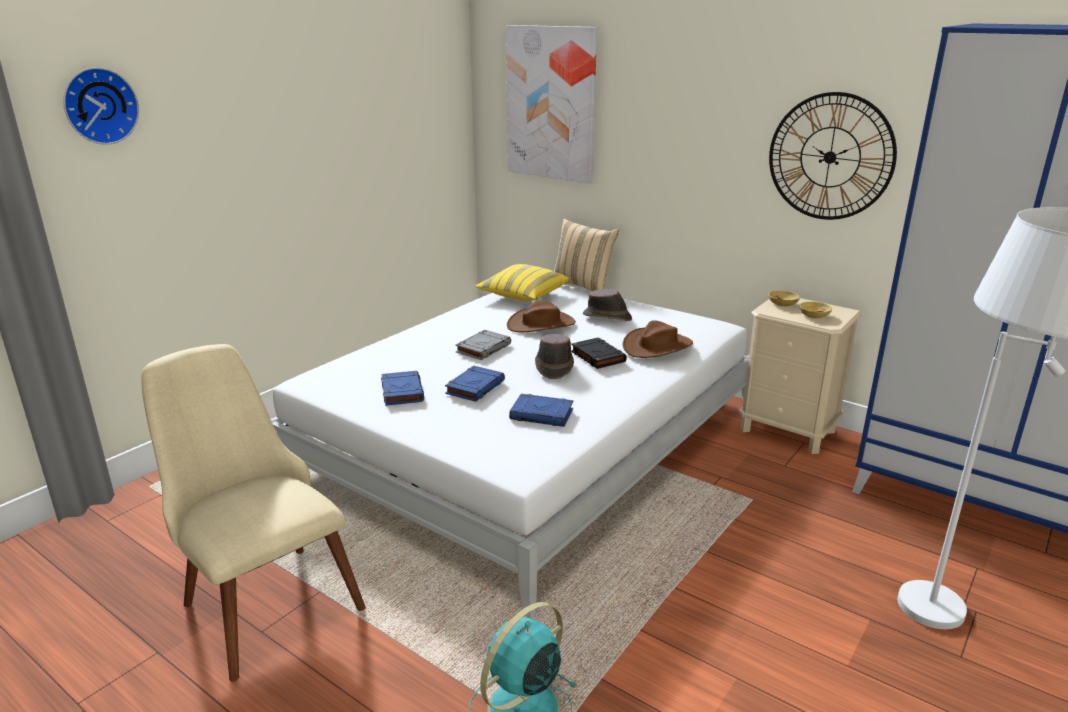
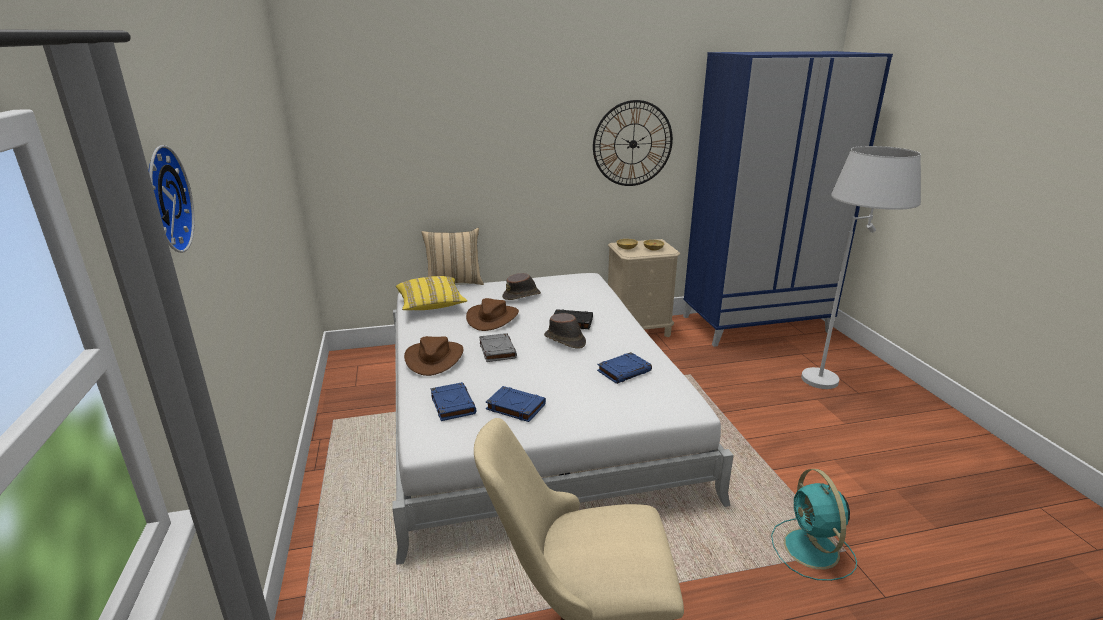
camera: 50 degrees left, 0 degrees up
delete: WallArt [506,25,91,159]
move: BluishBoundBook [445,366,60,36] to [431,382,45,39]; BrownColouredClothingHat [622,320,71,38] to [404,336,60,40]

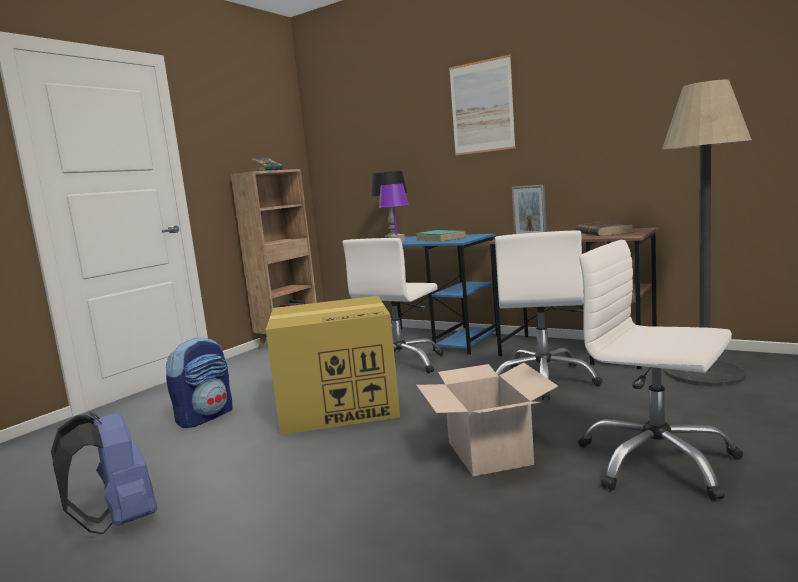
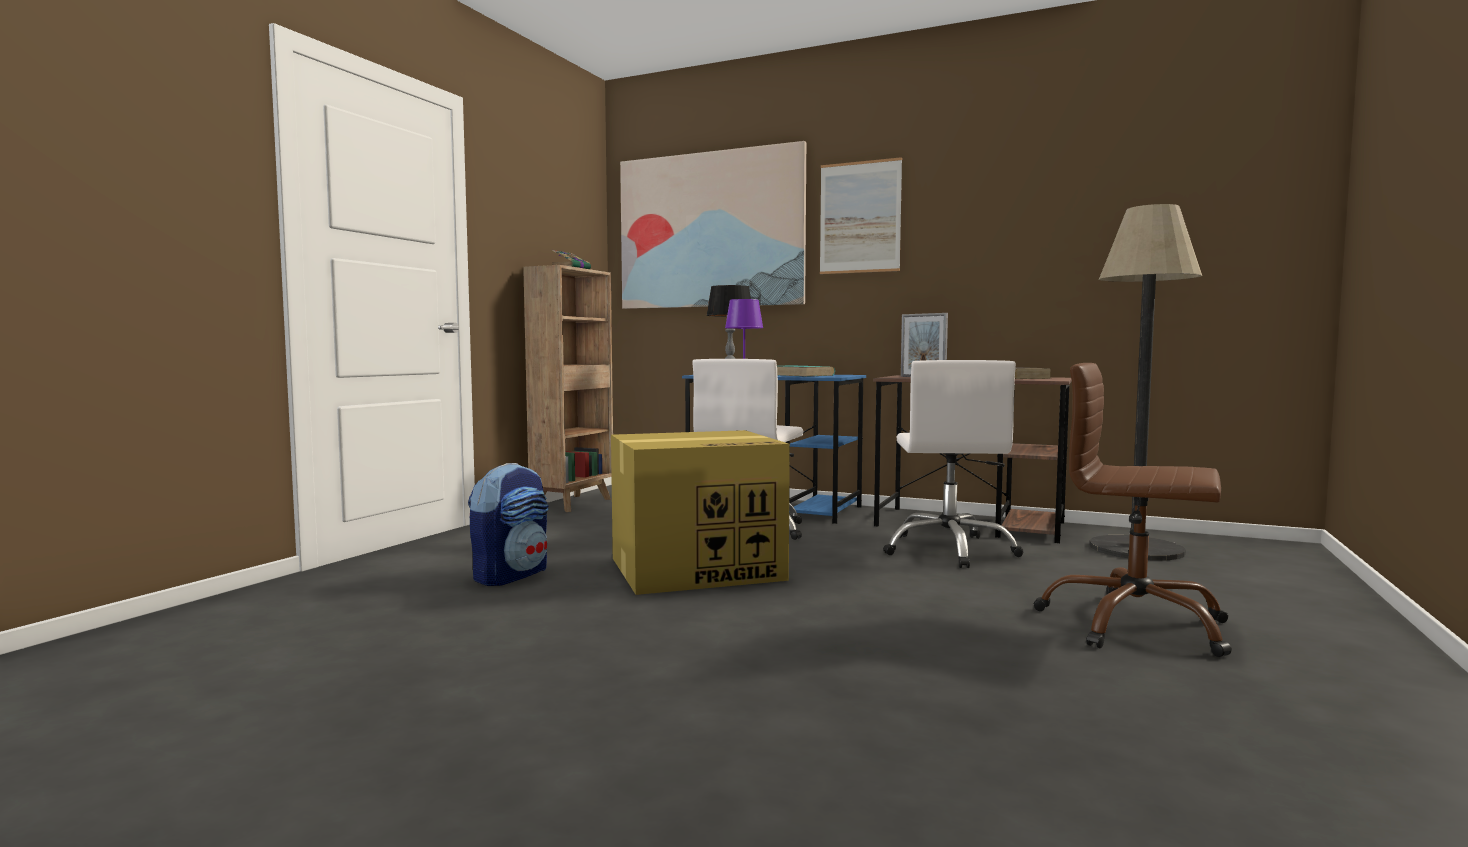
camera: 10 degrees left, 5 degrees down
delete: BluishBackpack [51,412,106,122]; Carton [416,363,142,113]
insert: WallArt [620,141,186,168]
recolor: WhiteColouredOfficeChair [578,240,165,261] to BrownColouredOfficeChair [1034,363,198,294]

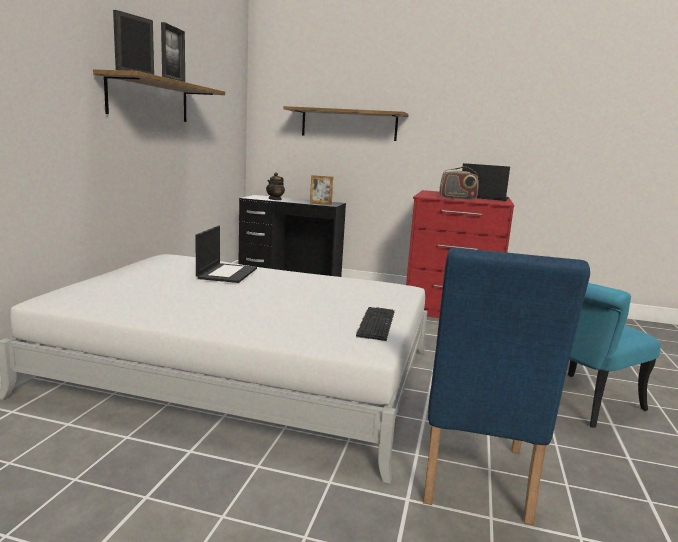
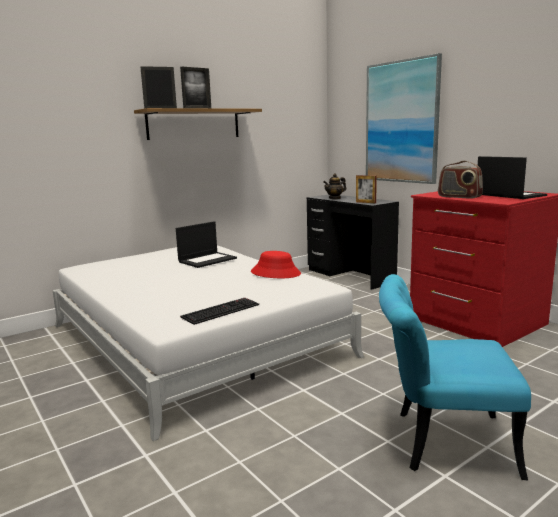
camera: 40 degrees right, 0 degrees up
delete: BluishUprightChair [423,247,167,278]
insert: RedClothingHat [251,251,50,27]
replace: BracketShelf [283,106,126,35] to WallArt [366,53,76,131]

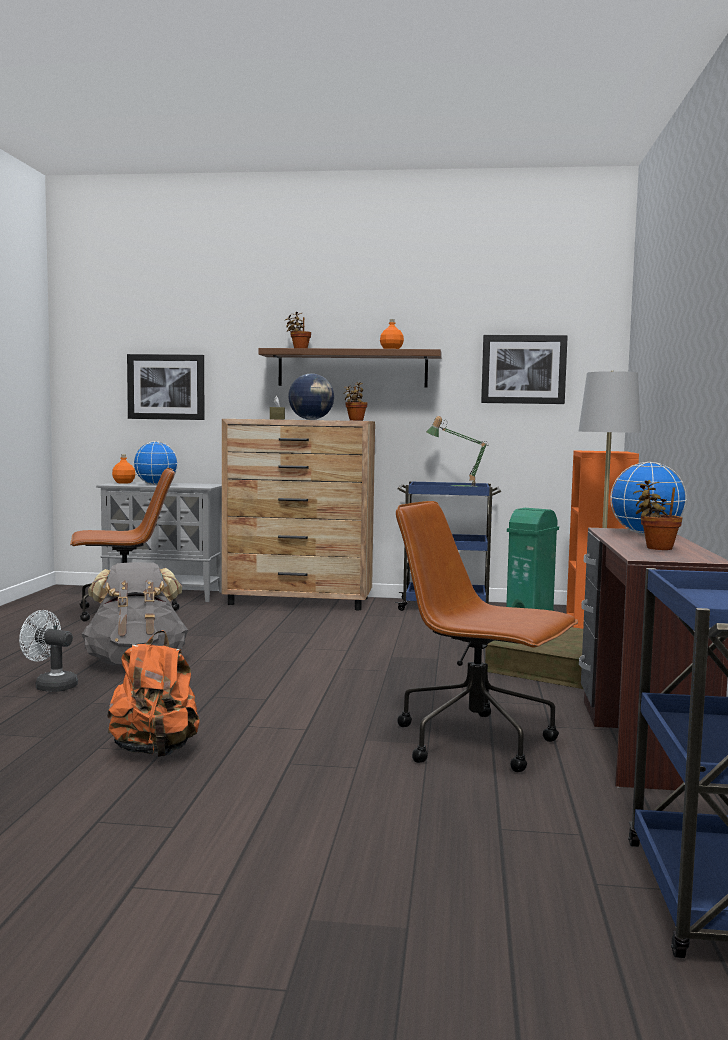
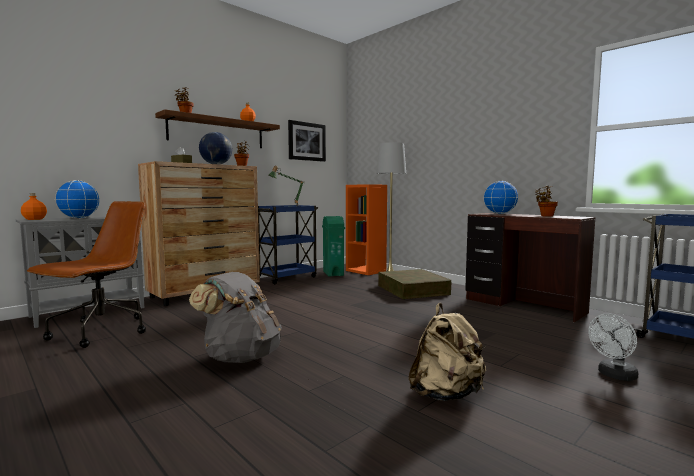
camera: 50 degrees left, 0 degrees up
delete: WallArt [127,354,77,66]; BrownColouredOfficeChair [396,501,182,271]
move: WhiteColouredElectricFan [19,610,59,82] to [588,313,50,68]
recolor: OrangeBackpack [107,630,93,127] to SandColouredBackpack [408,303,78,98]

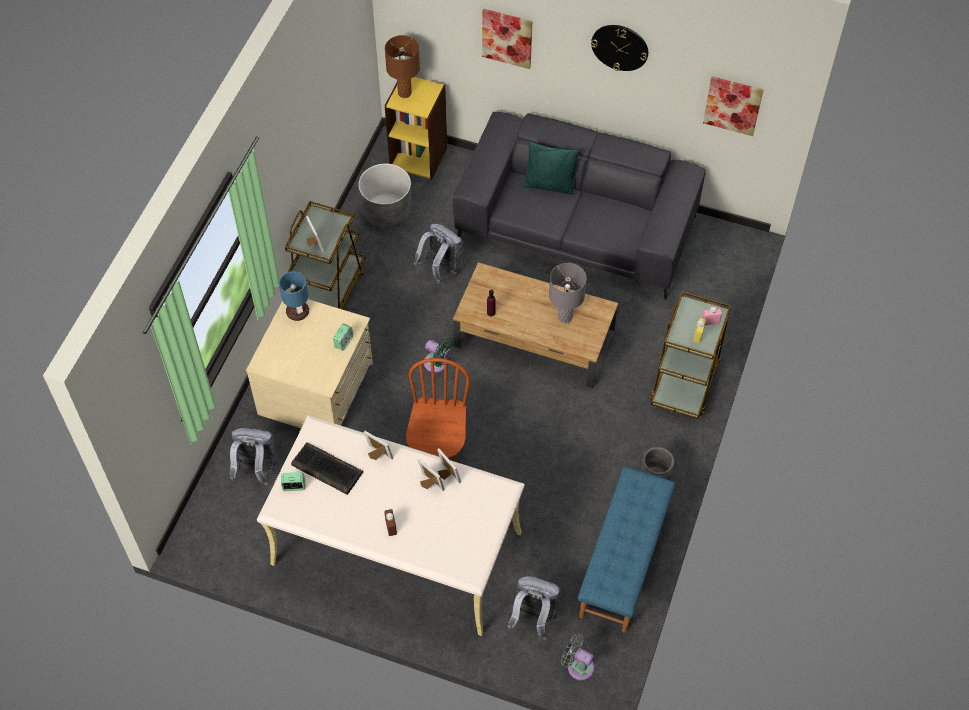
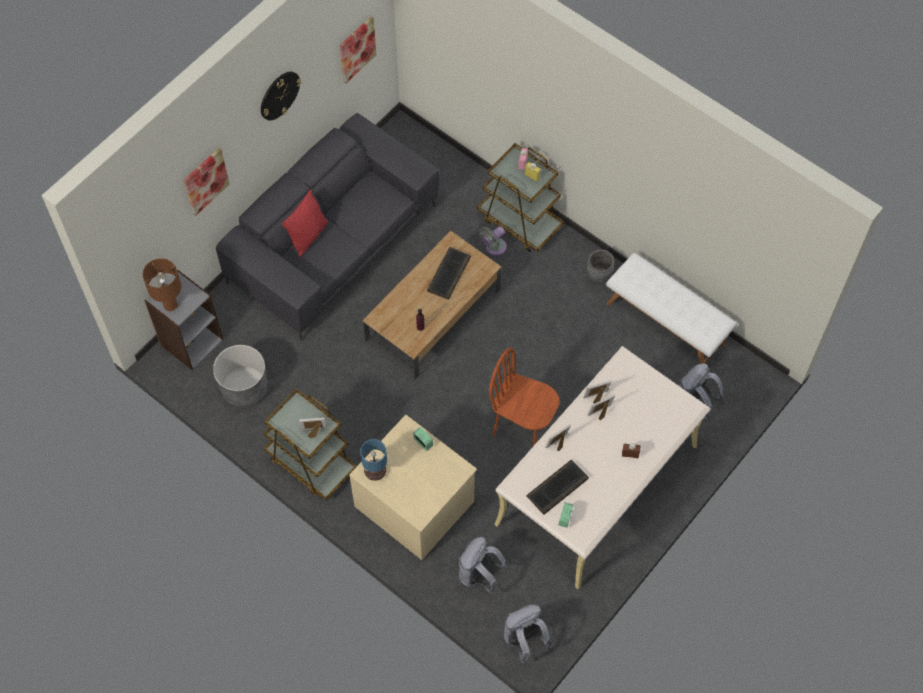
camera: 70 degrees left, 5 degrees up
delete: GreenColouredElectricFan [424,337,30,36]
move: GreyishBackpack [414,224,49,59] to [504,604,49,59]; GreyishElectricFan [561,634,33,47] to [479,226,27,30]
replace: GreyishTabletopLamp [549,263,38,60] to ComputerKeyboard [427,247,44,53]
recolor: YellowishBookcase [385,77,62,103] to GreyishBookcase [145,270,78,100]; GreenColouredPillow [523,141,57,54] to RedPillow [282,189,46,68]; BluishLongSeat [578,467,98,166] to WhiteColouredLongSeat [606,253,131,111]

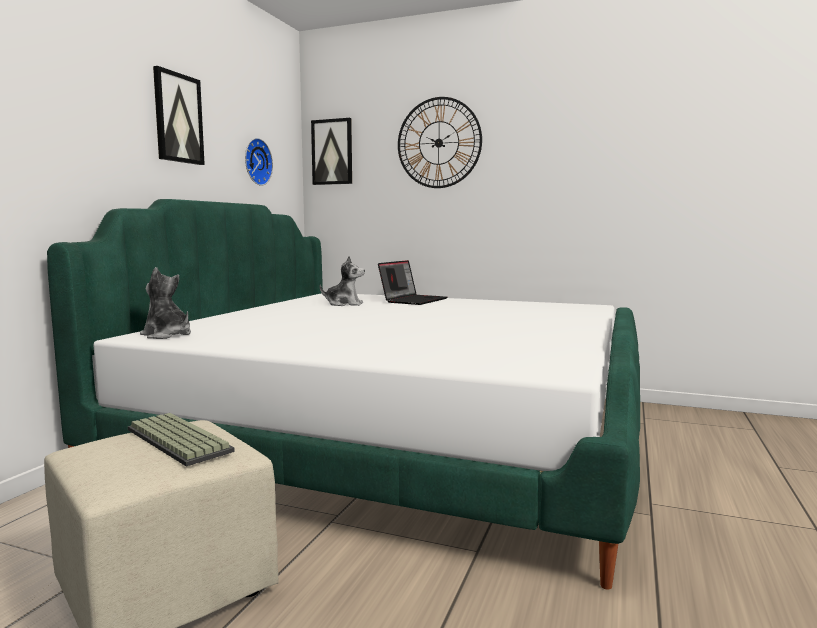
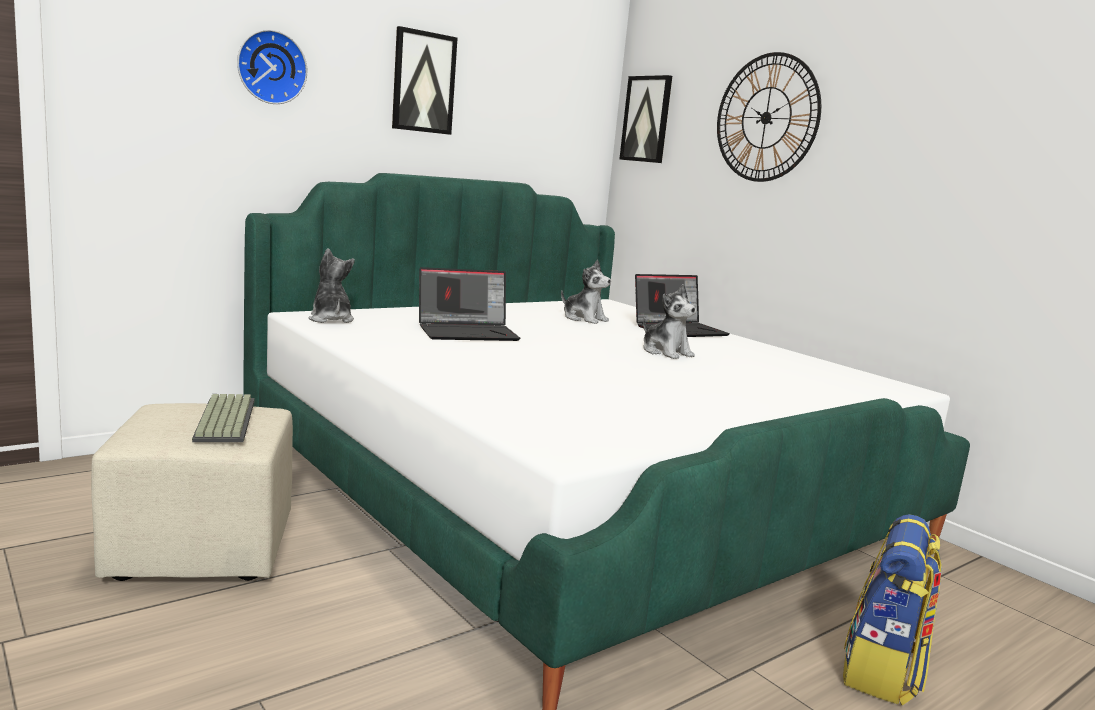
camera: 30 degrees right, 5 degrees up
insert: PortableComputer [419,267,101,74]; PlushToy [643,284,53,75]; Backpack [843,514,99,191]
move: ClockOnTheWall [245,138,28,48] to [237,30,70,74]

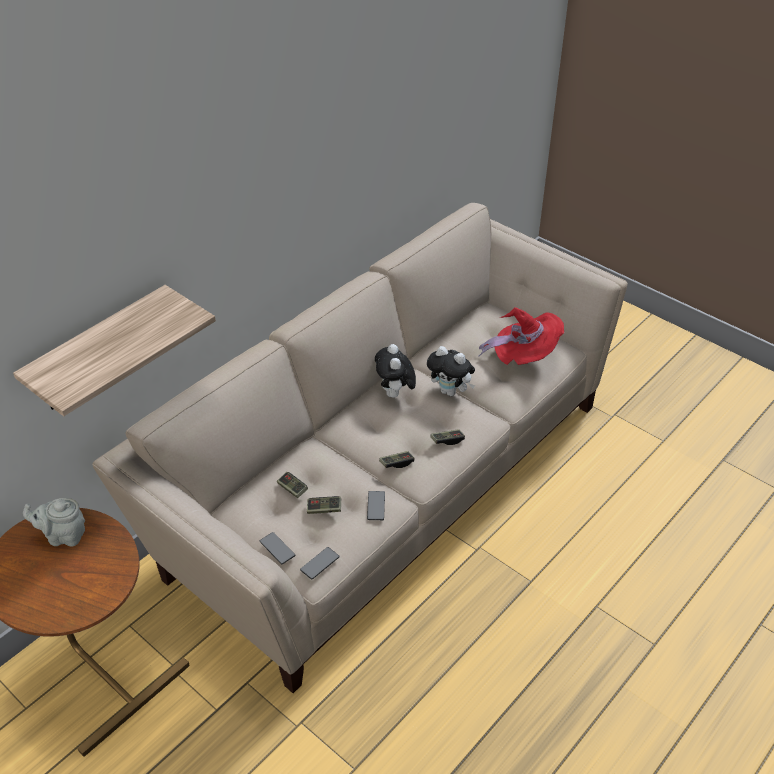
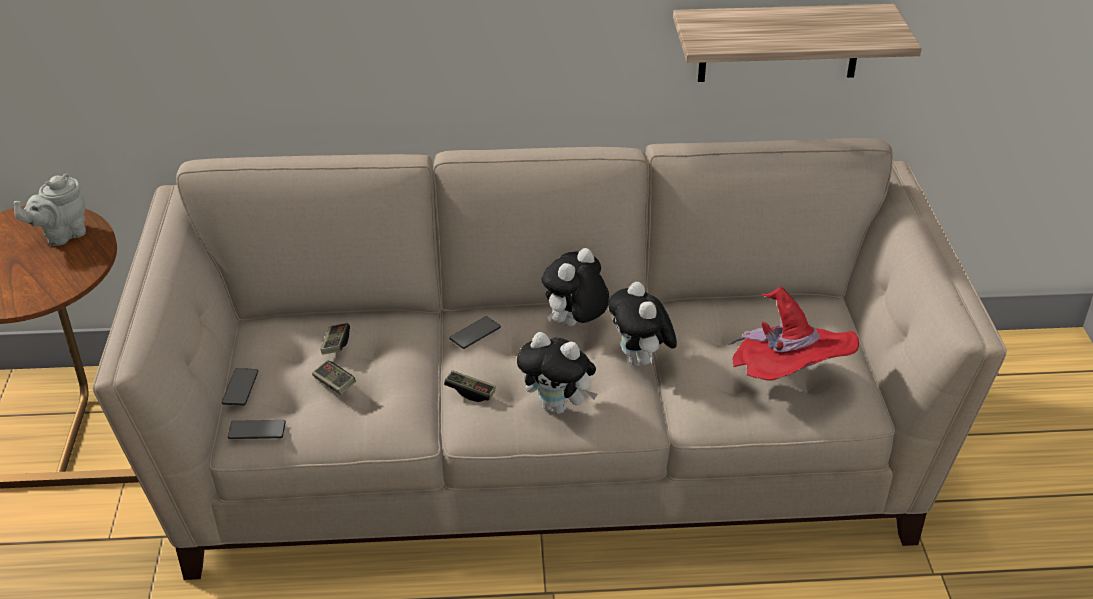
camera: 45 degrees right, 5 degrees down
move: BracketShelf [13,285,203,131] to [673,4,249,78]; Phone [367,491,18,29] to [449,316,52,33]
replace: Joypad [431,429,34,16] to PlushToy [517,332,80,82]
rotate: GreyishPotForTea [23,498,62,49] = [14,173,72,73] 90 degrees counterclockwise

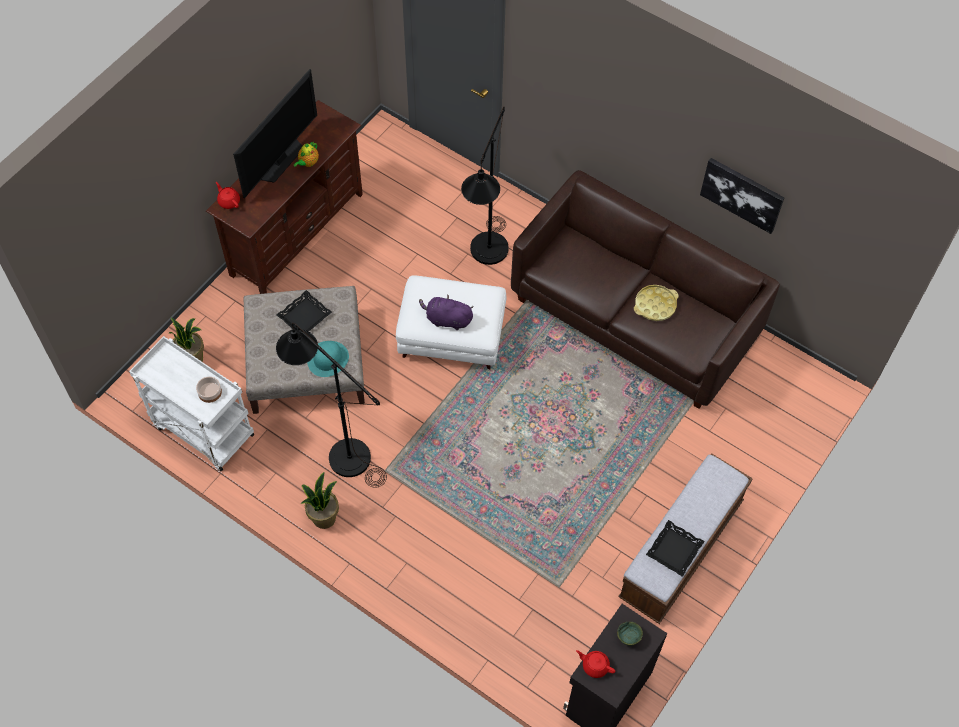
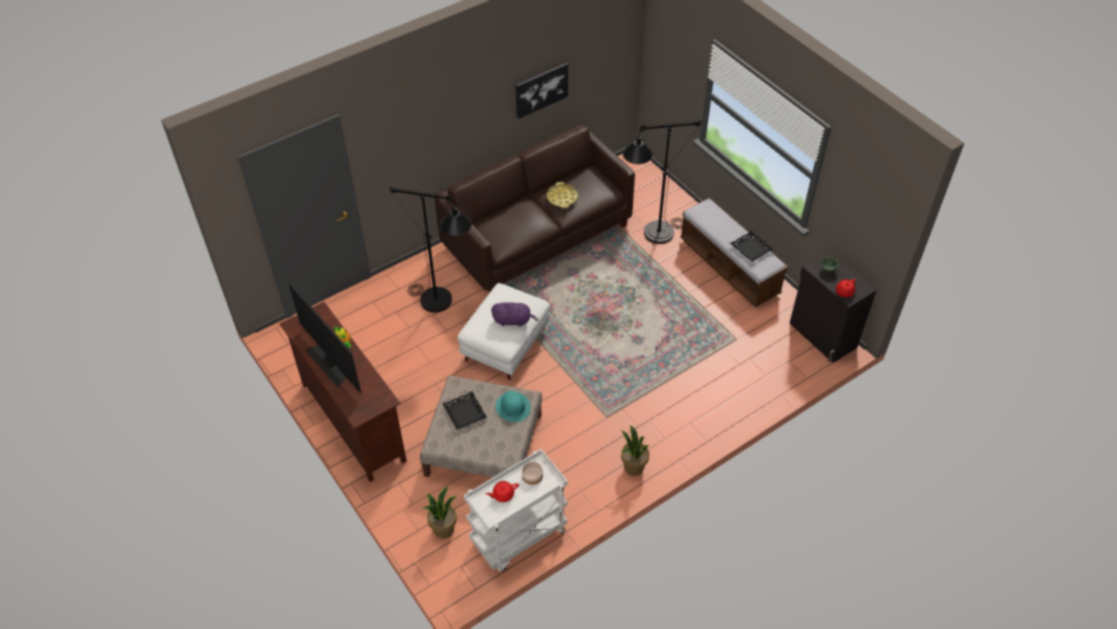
camera: 70 degrees left, 10 degrees down
move: RedPotForTea [216,182,24,27] to [486,481,33,21]; BlackFloorLamp [276,323,111,165] to [623,120,78,124]
rotate: PurplishPlushToy [419,295,55,35] = [491,302,47,24] 120 degrees counterclockwise

